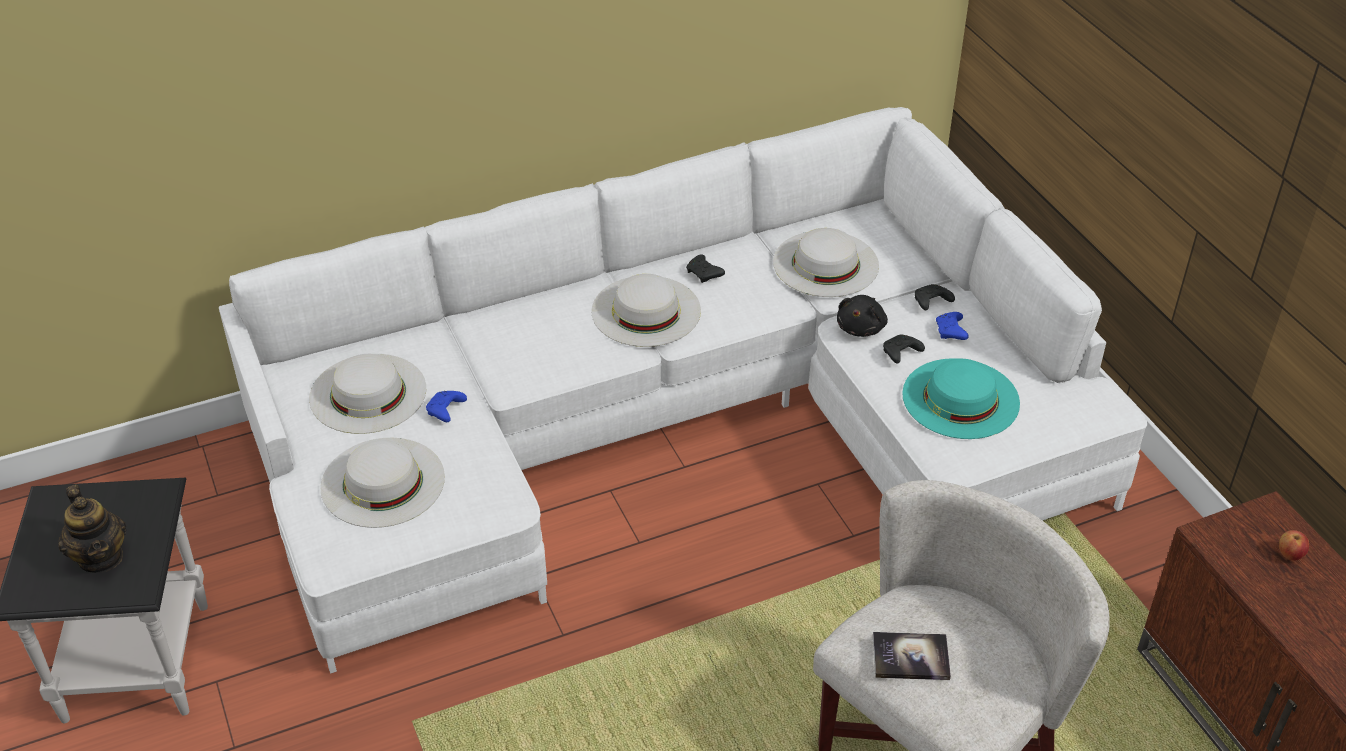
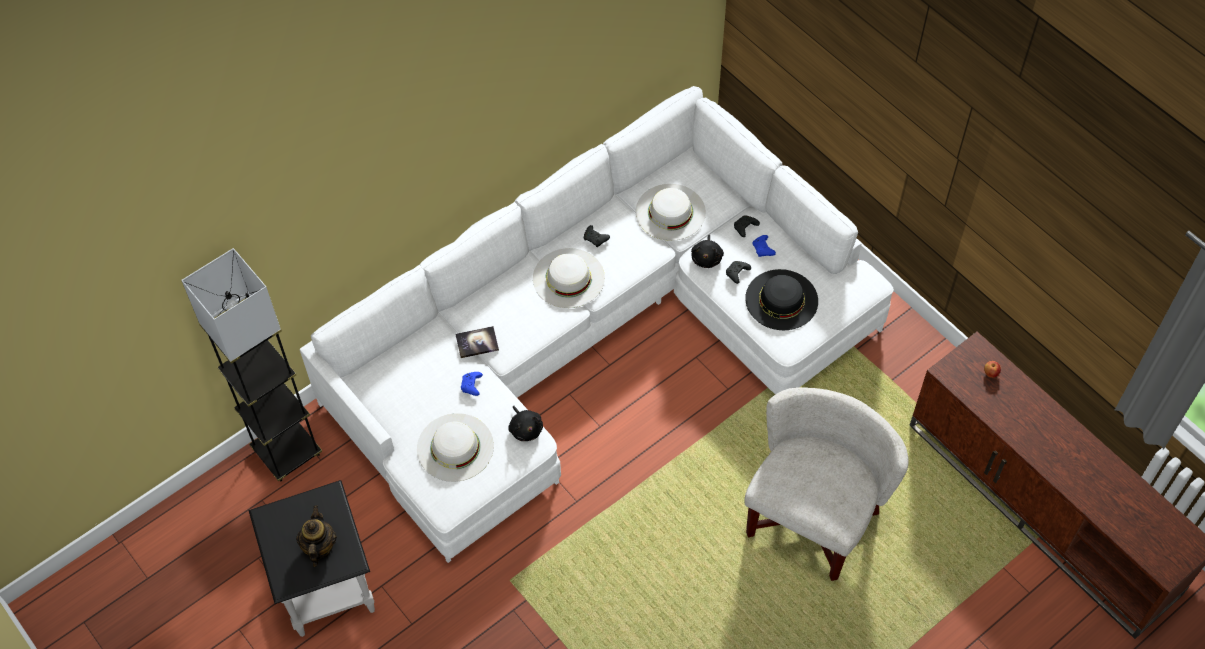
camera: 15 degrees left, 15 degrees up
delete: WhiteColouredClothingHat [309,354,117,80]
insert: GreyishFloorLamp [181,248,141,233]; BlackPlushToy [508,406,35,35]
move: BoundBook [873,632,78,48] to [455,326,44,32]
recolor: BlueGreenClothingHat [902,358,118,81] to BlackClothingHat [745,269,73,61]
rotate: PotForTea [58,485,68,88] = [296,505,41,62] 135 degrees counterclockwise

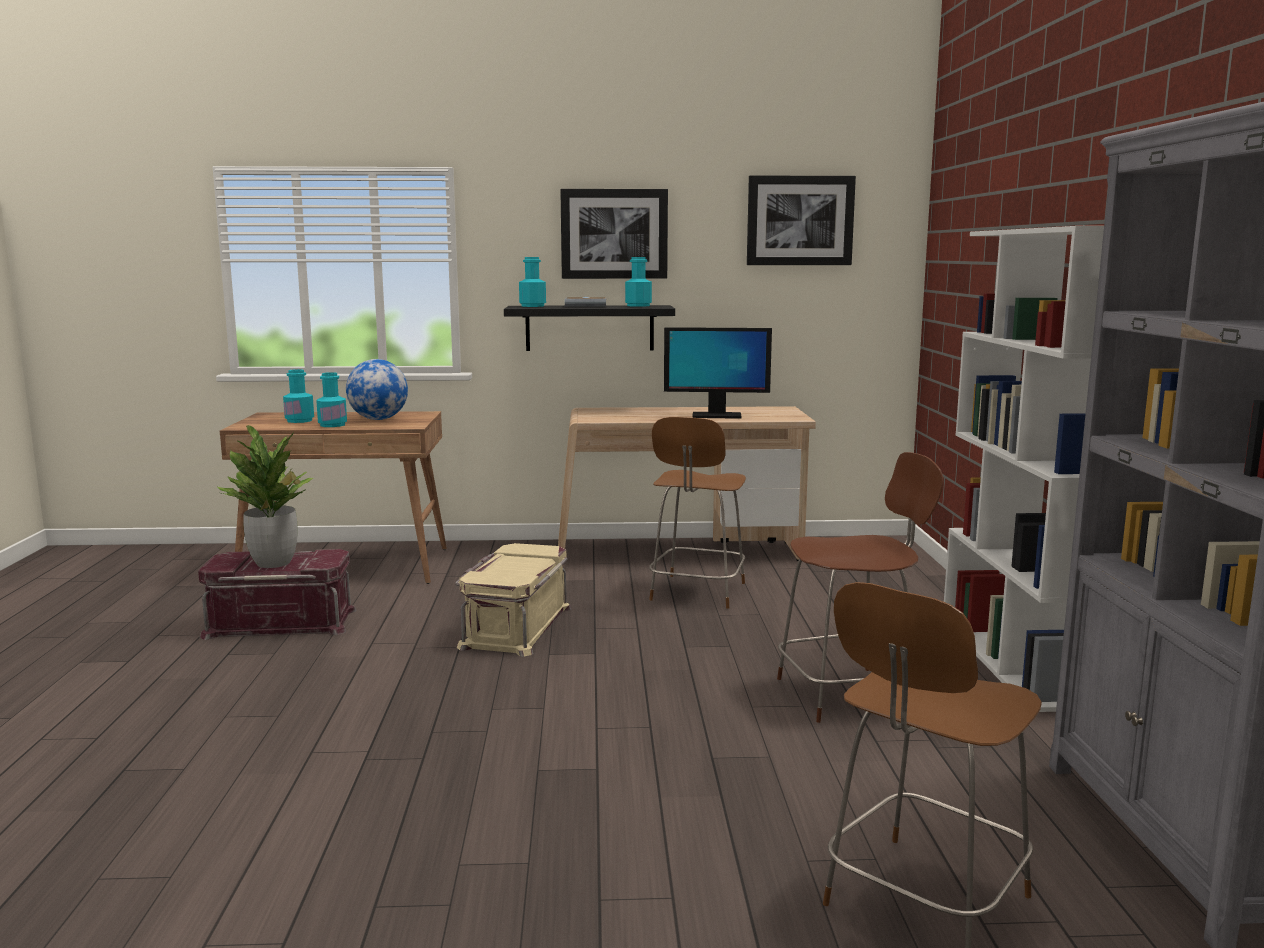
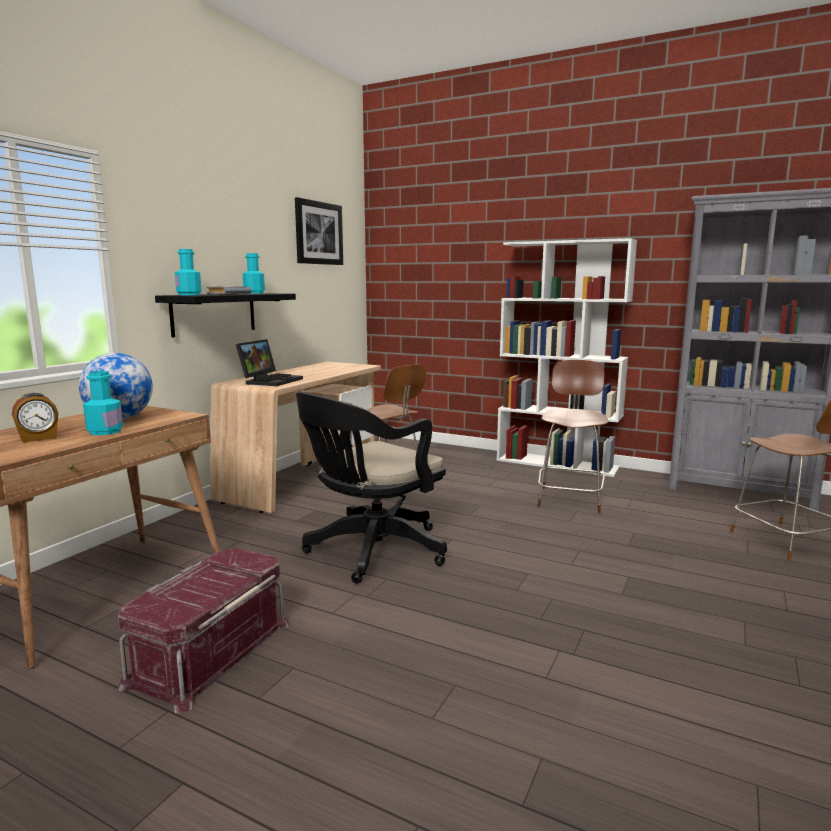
camera: 60 degrees left, 0 degrees up
delete: Houseplant [217,425,97,143]; WallArt [560,189,108,90]; Monitor [664,327,108,92]
insert: PortableComputer [236,339,67,47]
replace: BlueGreenBeverageBottle [283,369,31,54] to AlarmClock [12,393,46,50]; SandColouredStorageBox [455,543,117,114] to BlackOfficeChair [296,393,151,191]

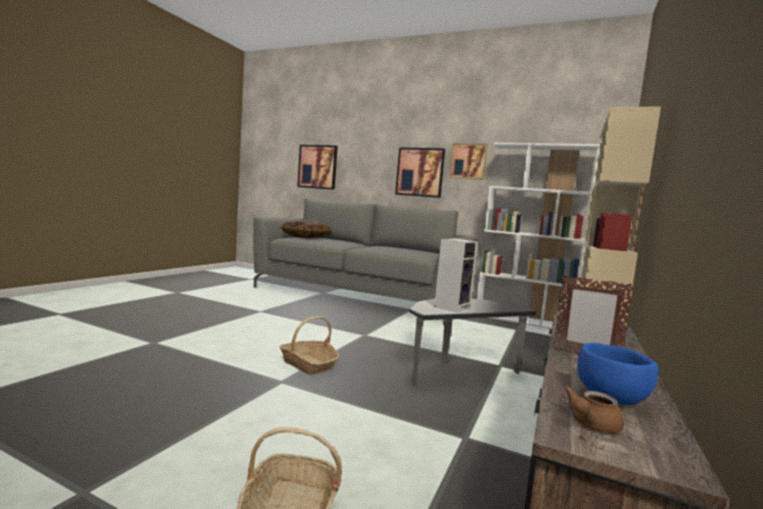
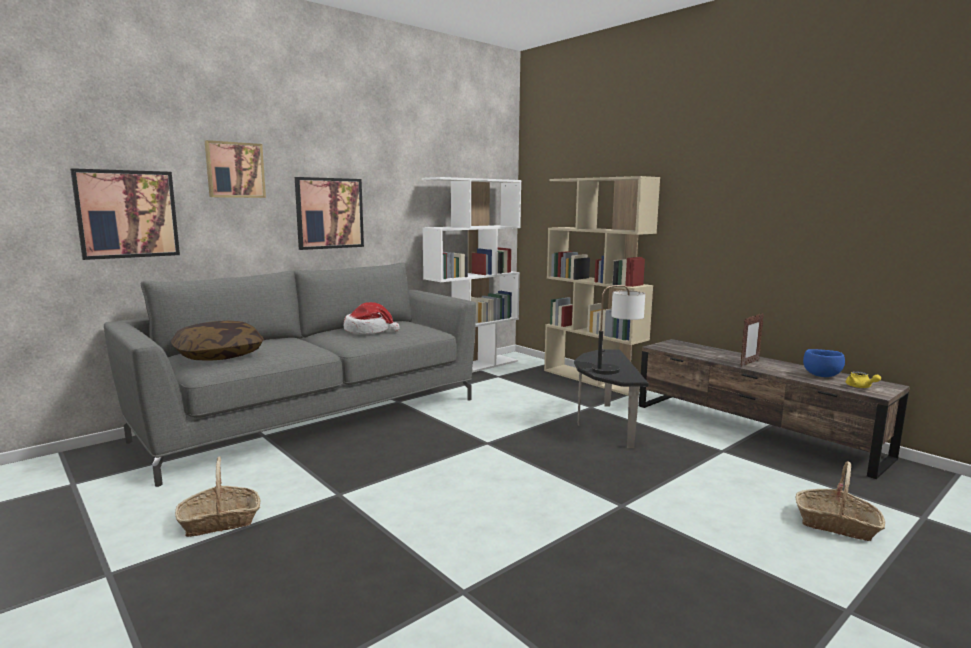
camera: 65 degrees left, 5 degrees up
insert: ClothingHat [344,302,56,32]
move: Basket [279,316,60,59] to [175,456,85,81]; WallArt [449,143,39,37] to [205,140,61,58]
replace: AudioSpeaker [434,238,44,75] to TabletopLamp [592,285,53,89]
recolor: BrownColouredPotForTea [564,386,60,47] to YellowishPotForTea [846,371,35,17]

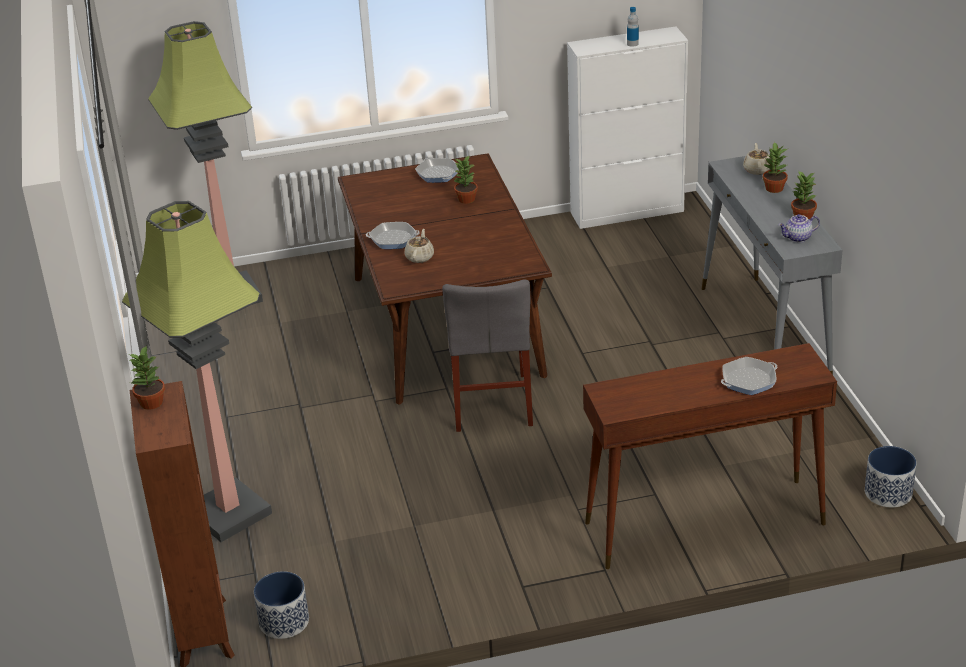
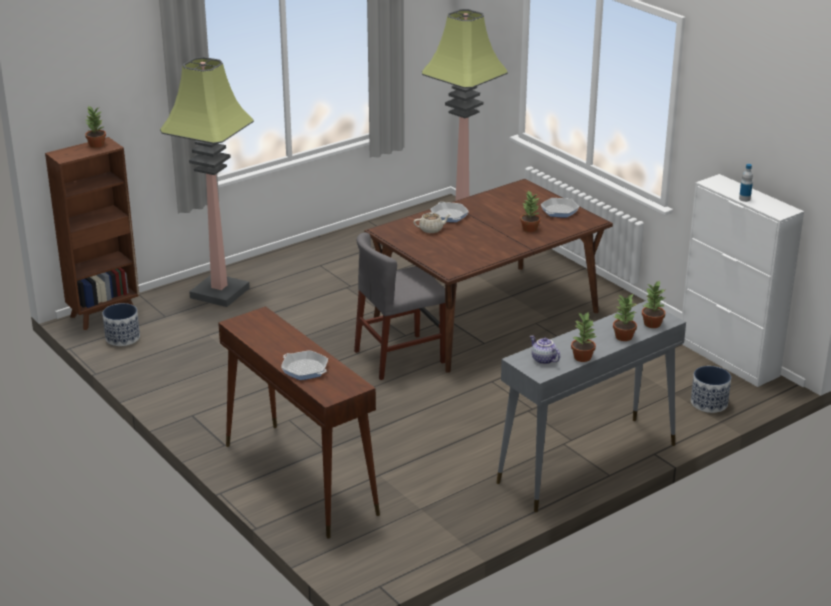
camera: 65 degrees right, 5 degrees down
move: PlantPot [865,446,51,61] to [691,366,40,47]
replace: SandColouredPotForTea [743,143,28,32] to Houseplant [642,280,24,48]

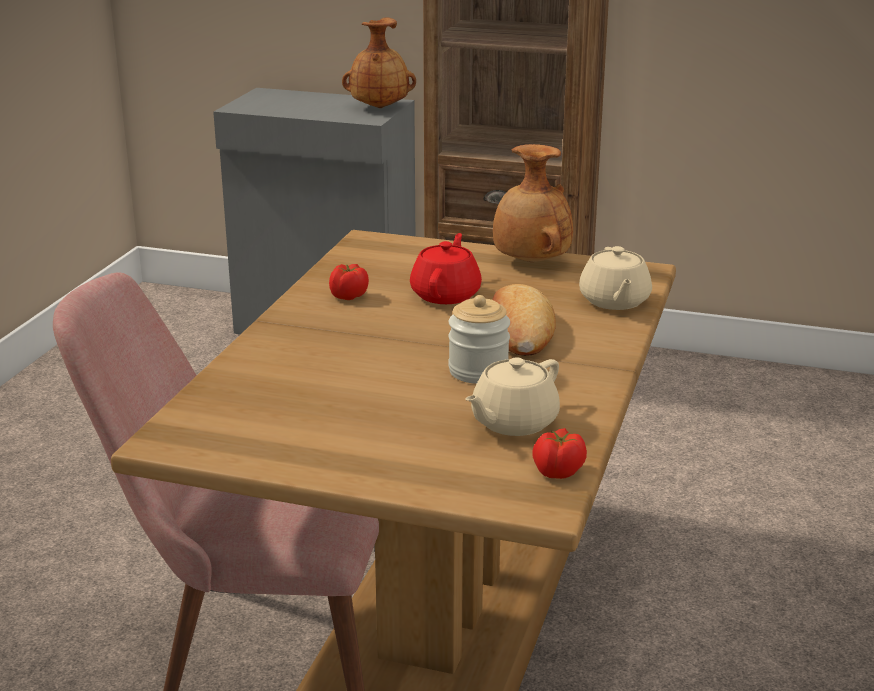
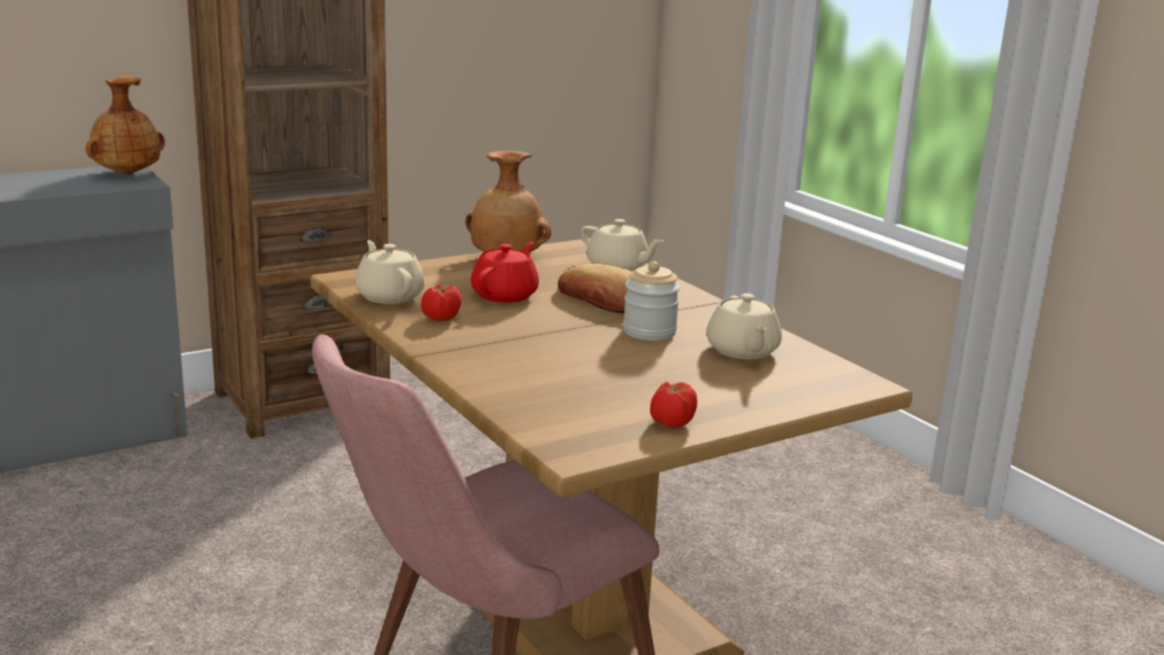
camera: 50 degrees left, 5 degrees down
insert: SandColouredPotForTea [355,240,70,64]
move: FreshTomato [532,428,55,51] to [650,382,48,46]
rotate: RedPotForTea [410,233,72,71] = [471,242,68,61] 60 degrees clockwise

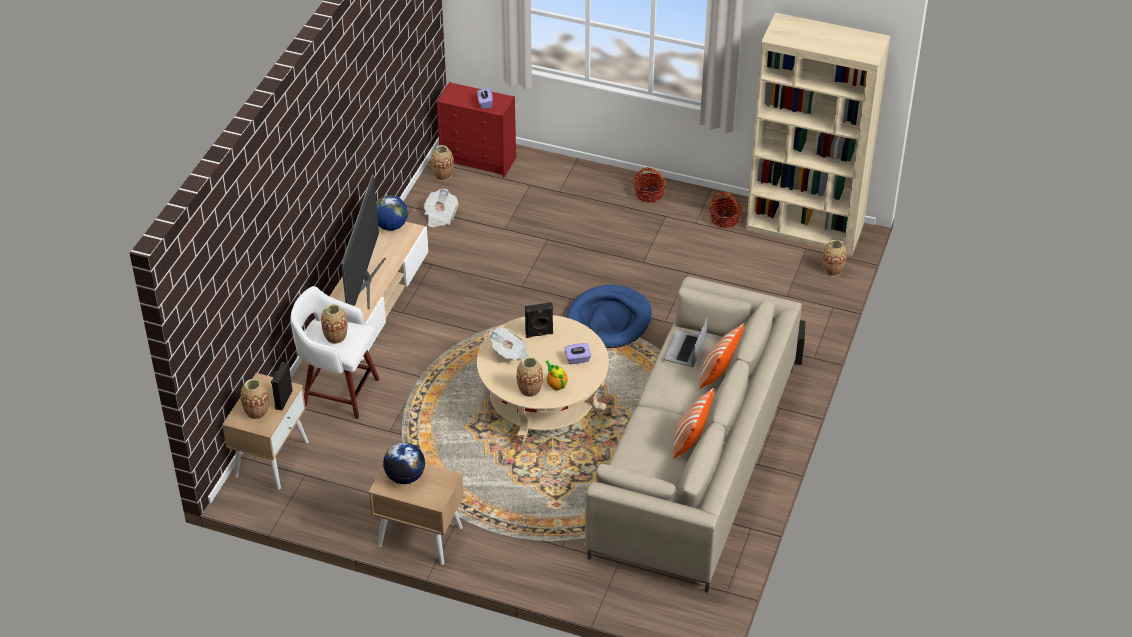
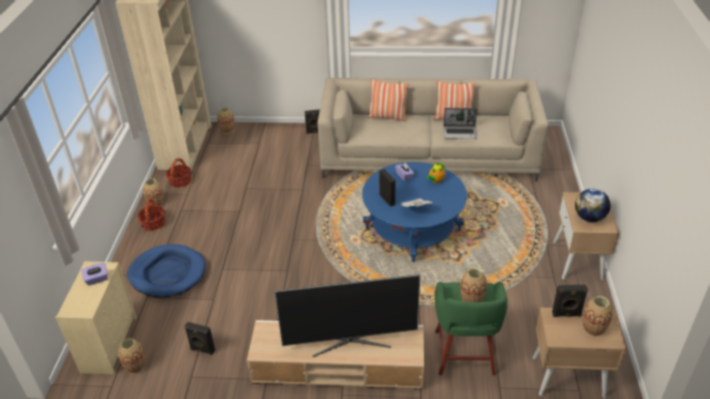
camera: 105 degrees left, 5 degrees down
delete: WorldGlobe [376,195,32,36]
move: FlowerVase [517,357,26,40] to [143,179,21,27]; BluishDogBed [566,285,86,63] to [127,244,79,54]; PortableComputer [664,316,44,51] to [443,108,34,31]
replace: PrintedPaper [424,189,34,38] to BlackAudioSpeaker [184,322,31,33]
recolor: WhiteColouredStool [290,286,89,133] to GreenColouredStool [435,282,73,94]; RedDrawerChest [437,82,79,96] to SandColouredDrawerChest [55,261,82,113]; SandColouredLowTable [477,315,132,130] to BluishLowTable [362,162,105,100]

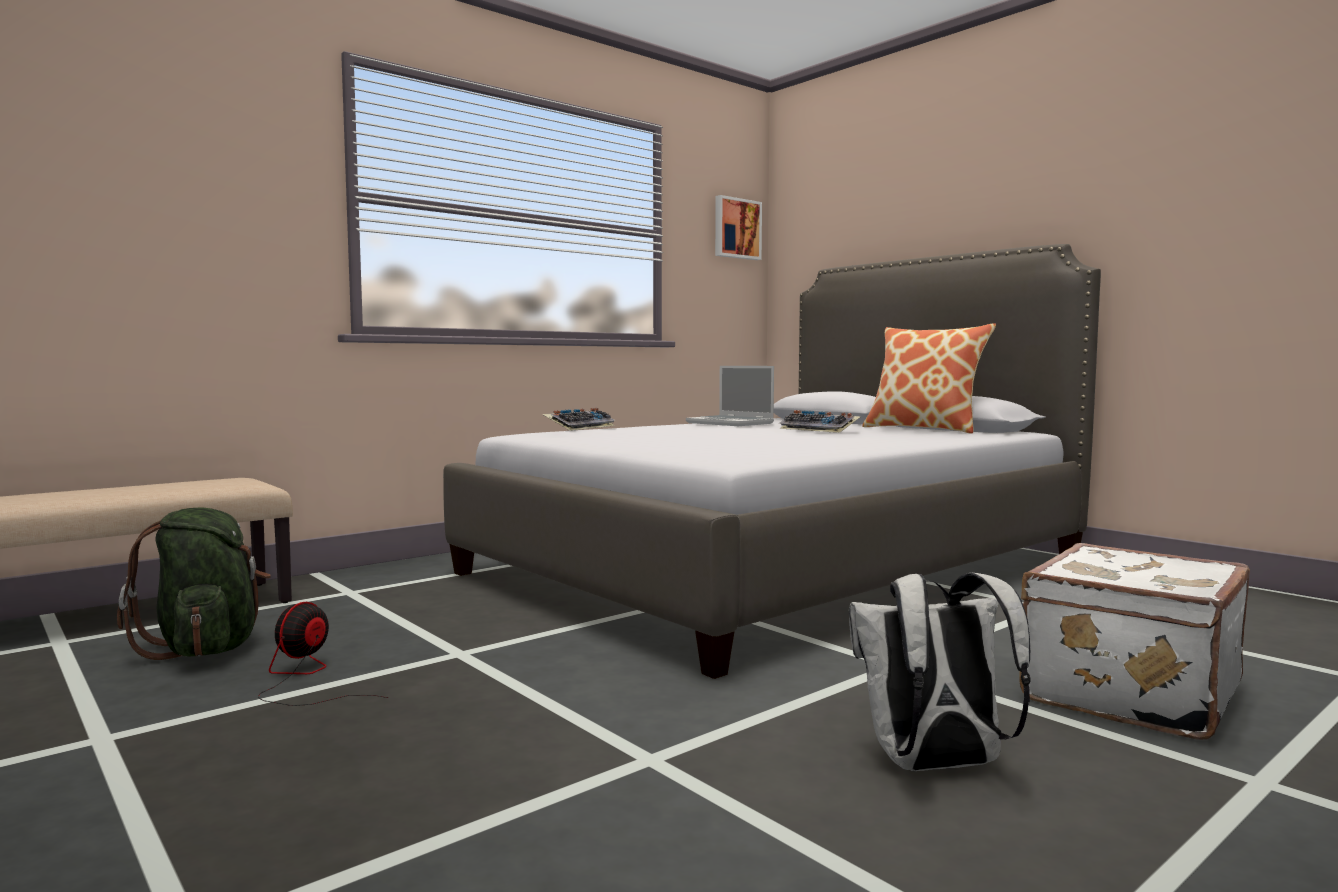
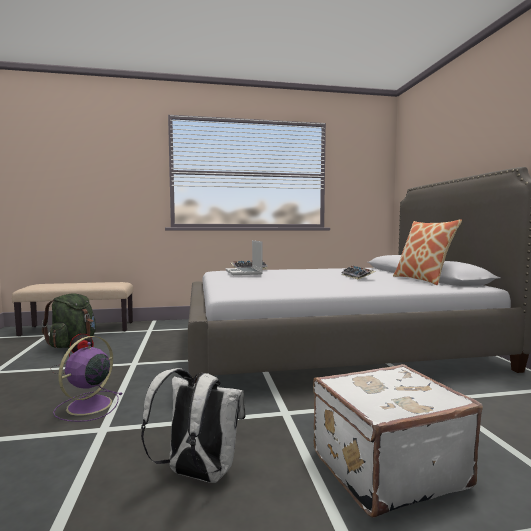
camera: 30 degrees right, 0 degrees up
delete: WallArt [715,195,47,65]
insert: PurplishElectricFan [53,336,70,86]
move: PortableComputer [686,366,88,60] to [226,240,37,35]

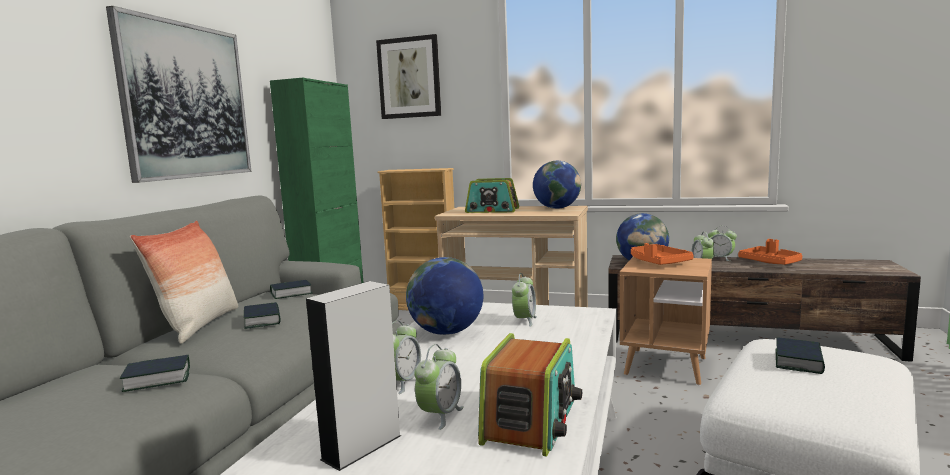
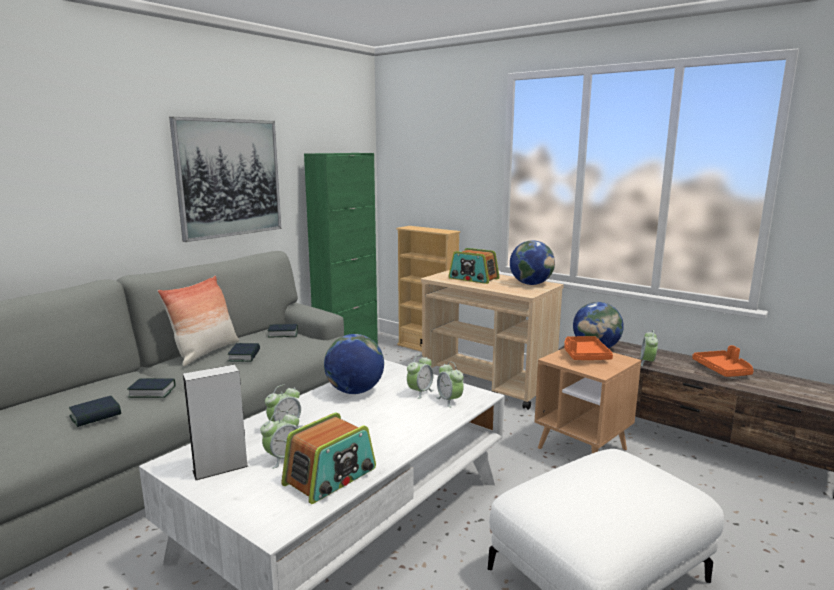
camera: 20 degrees right, 5 degrees up
delete: WallArt [376,34,65,85]
move: AlarmClock [708,227,29,34] to [436,362,28,46]; BoundBook [776,337,49,37] to [69,396,52,31]

